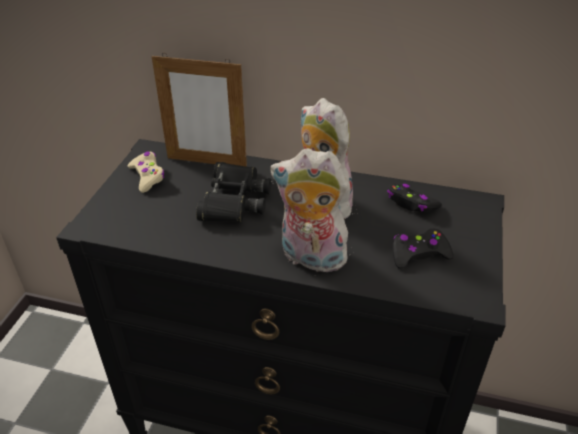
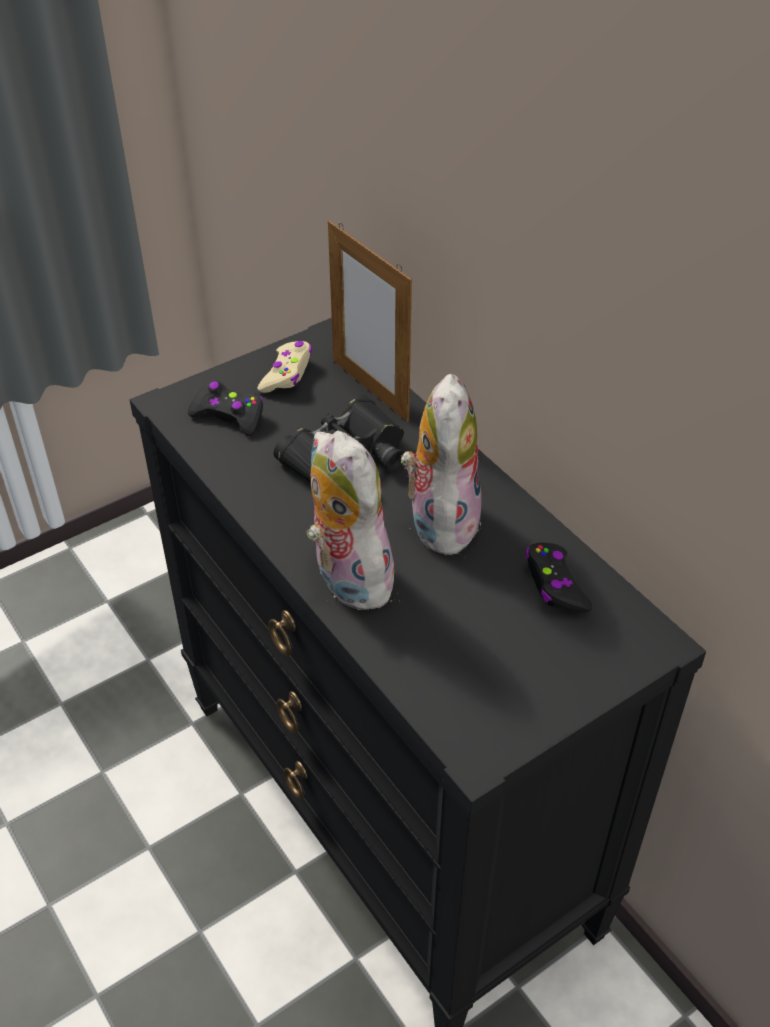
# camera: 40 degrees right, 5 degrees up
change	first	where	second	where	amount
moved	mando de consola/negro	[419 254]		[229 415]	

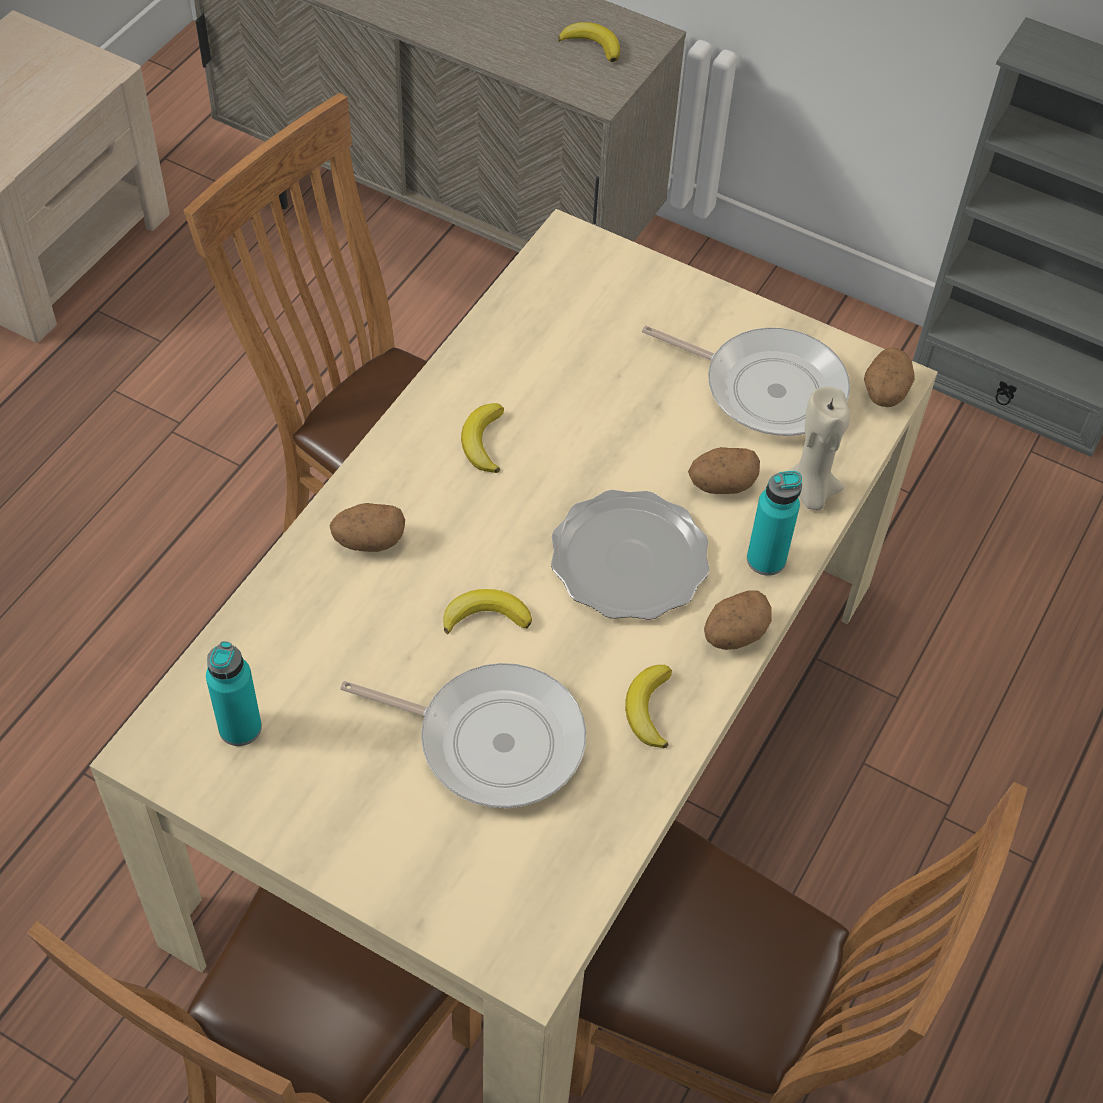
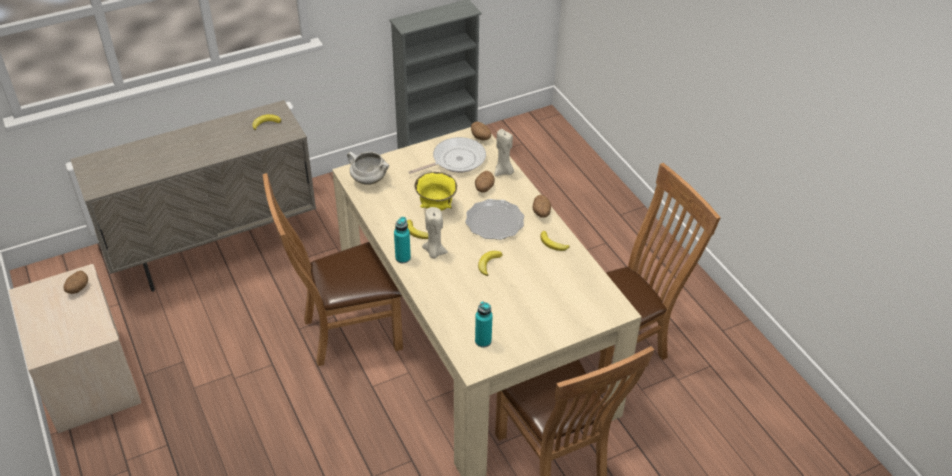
# camera: 55 degrees left, 10 degrees down
change	first	where	second	where	amount
moved	botella/turquesa	[766 559]		[403 258]	
moved	patata	[368 541]		[77 288]	
removed	sartén	[492 739]			
added			olla/blanco	[368 180]	
added			cuenco/amarillo	[436 207]	
added			vela/beis	[434 252]	

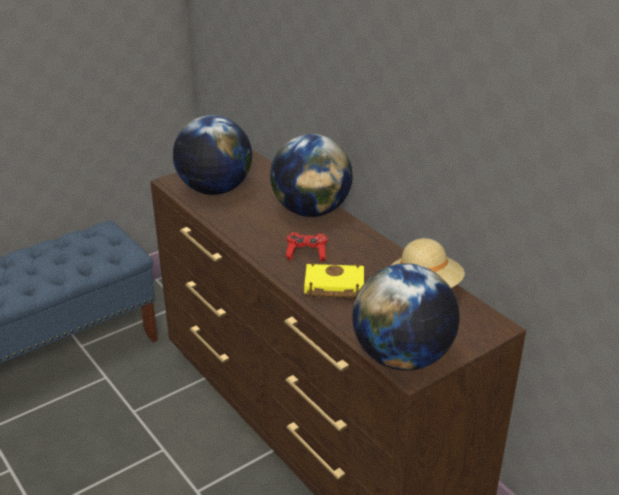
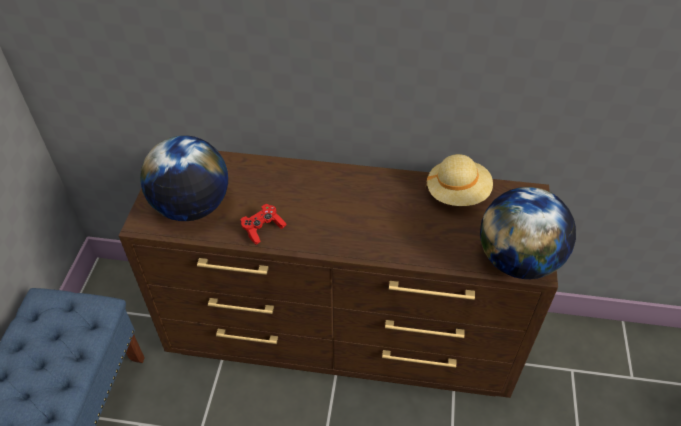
# camera: 45 degrees left, 15 degrees up
change	first	where	second	where	amount
removed	globo terráqueo	[311 210]			
moved	mando de consola/rojo	[306 253]		[262 228]	
removed	libro/amarillo	[332 286]			

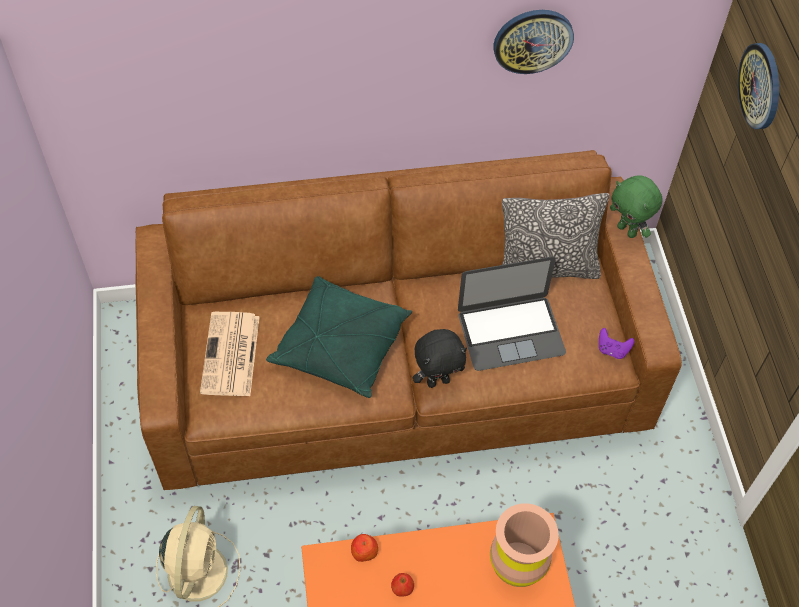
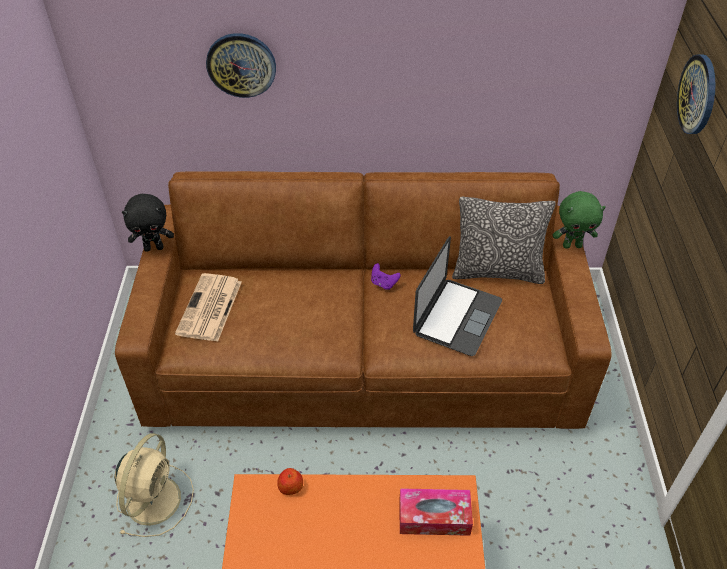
# camera: 10 degrees right, 10 degrees down
change	first	where	second	where	amount
moved	reloj de pared	[533 40]		[241 65]	
turned	peluche/verde	[627 230]		[572 245]	60 degrees counterclockwise
turned	portátil	[510 332]		[457 316]	60 degrees counterclockwise
removed	cojín/verde	[341 346]			
moved	mando de consola/morado	[612 350]		[383 283]	
moved	peluche/negro	[438 381]		[154 248]	
replaced	florero/marrón	[518 564]	caja de pañuelos	[434 517]	
removed	manzana	[402 589]			

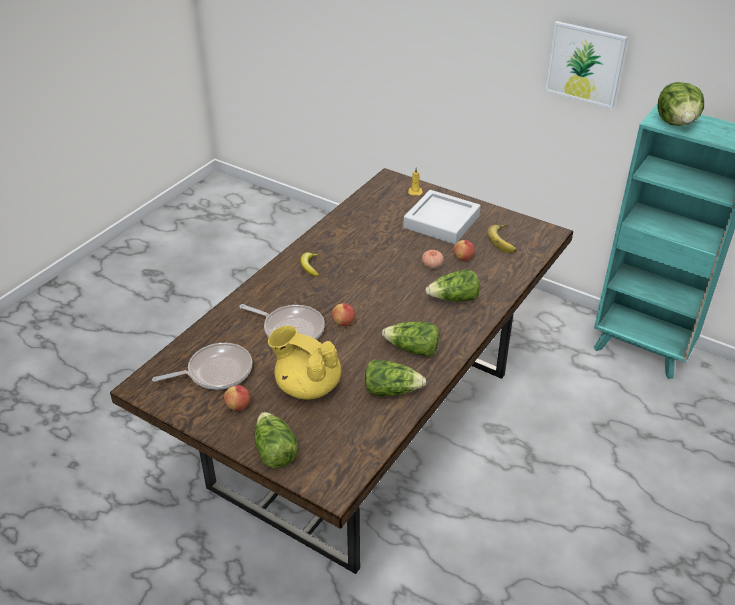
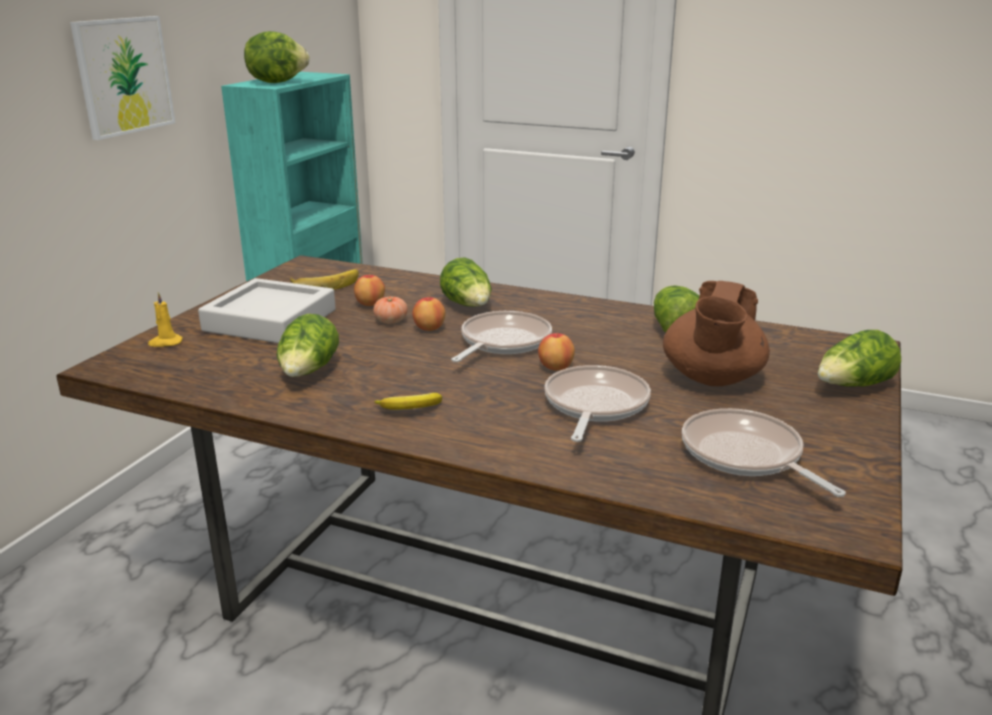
# camera: 100 degrees left, 15 degrees down
change	first	where	second	where	amount
moved	lechuga	[413 349]		[308 372]	
recoloured	tetera/amarillo	[307 386]	tetera/marrón	[711 379]	
moved	manzana	[238 406]		[429 328]	
added			sartén	[502 342]	

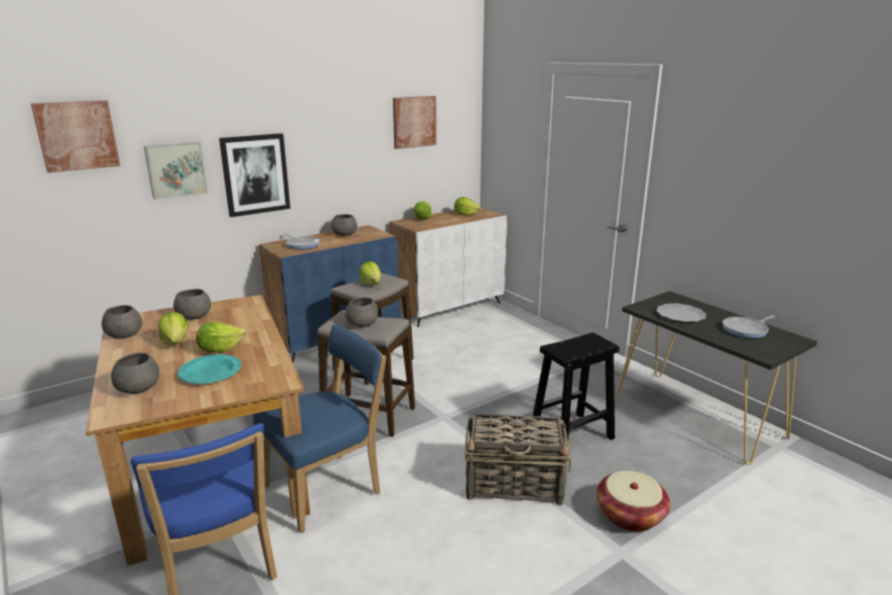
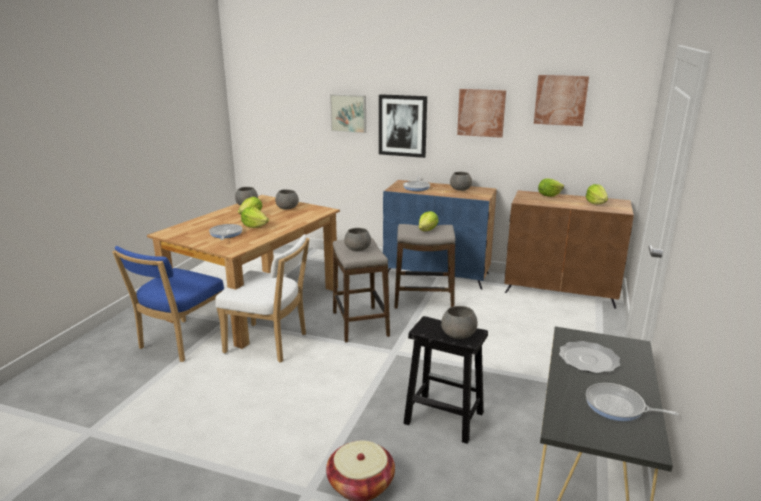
# camera: 55 degrees right, 0 degrees up
change	first	where	second	where	amount
moved	cuadro	[77 135]		[481 113]	
recoloured	armario/blanco	[449 307]	armario/marrón	[560 291]	
recoloured	silla/azul	[328 488]	silla/blanco	[269 344]	
moved	cuenco/gris	[139 387]		[459 334]	
replaced	plato/turquesa	[210 373]	sartén	[225 234]	
removed	cesta	[515 483]			

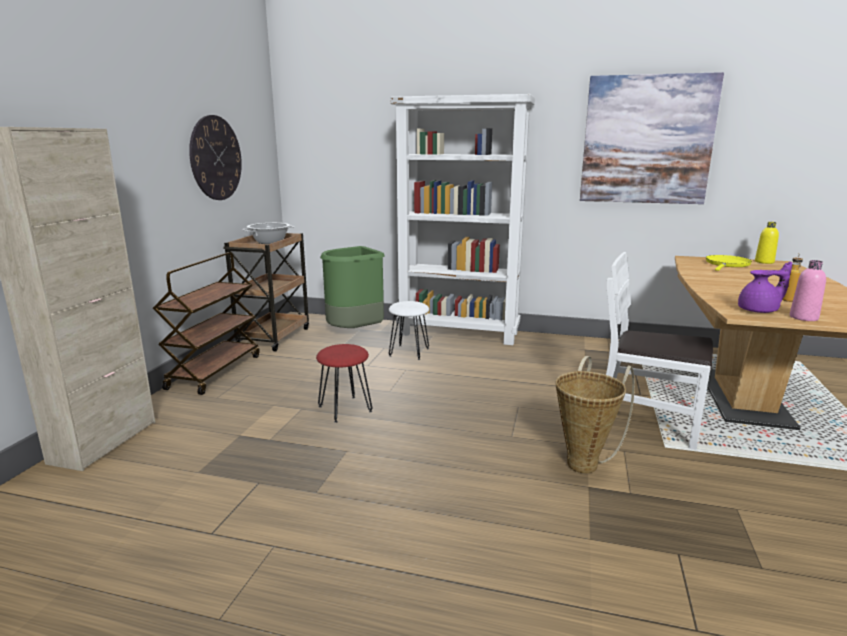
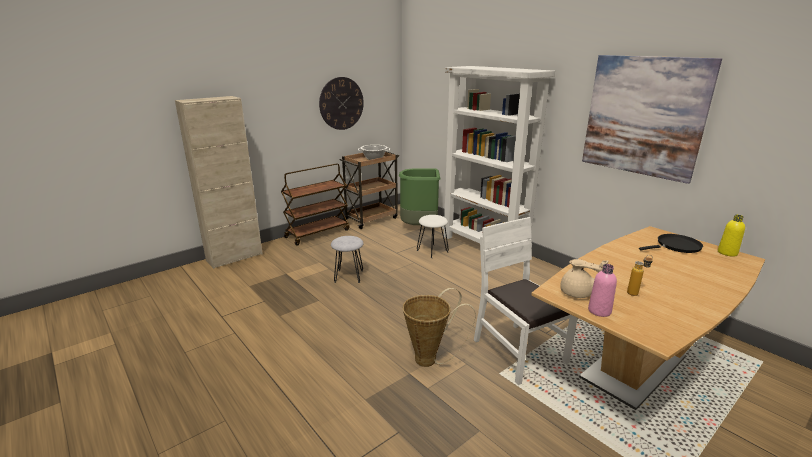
# camera: 35 degrees right, 5 degrees up
change	first	where	second	where	amount
recoloured	sartén/amarillo	[727 264]	sartén/negro	[676 246]	
recoloured	tetera/morado	[759 311]	tetera/beis	[577 294]	
recoloured	taburete/rojo	[345 409]	taburete/gris	[349 276]	

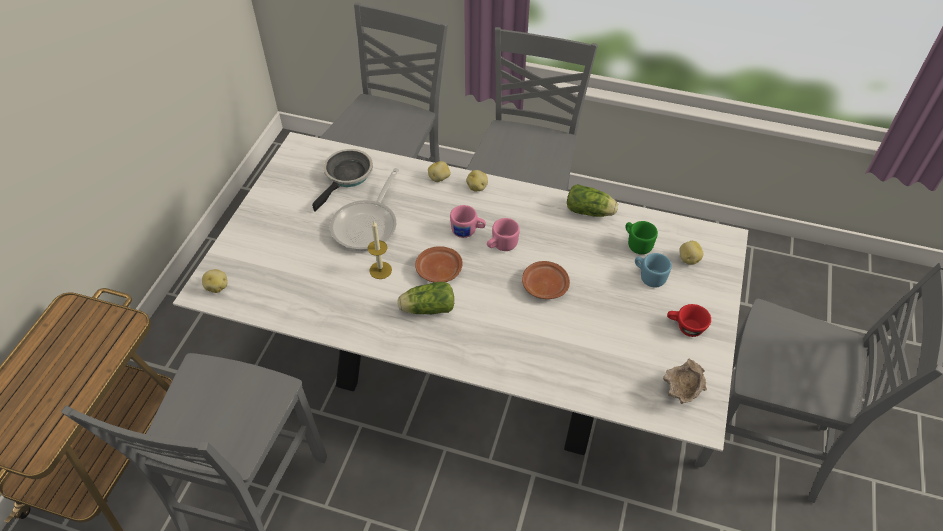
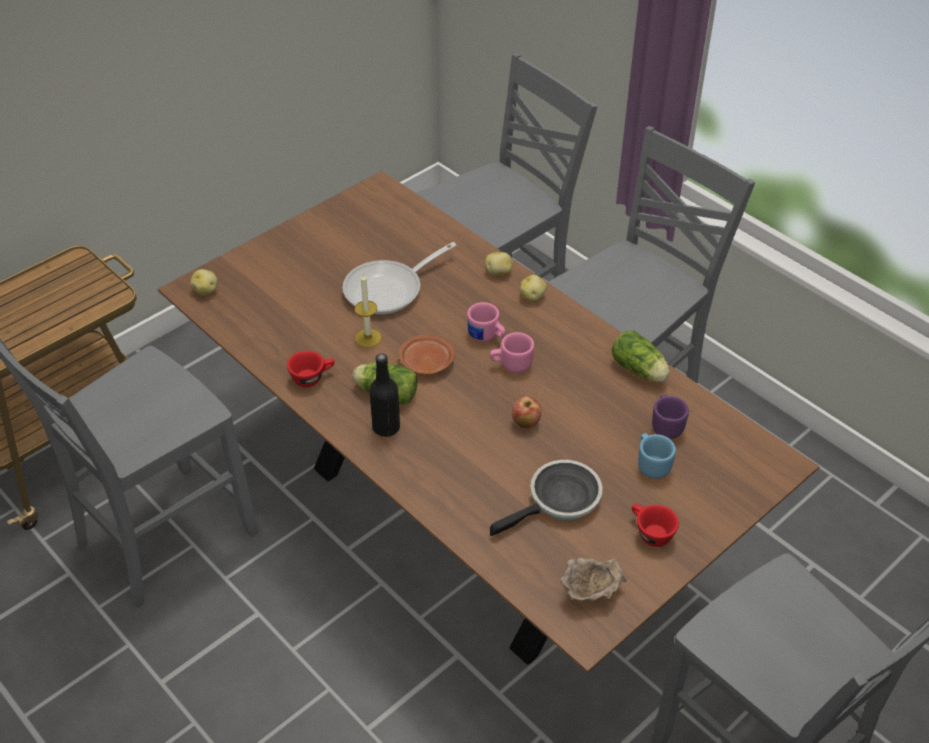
# camera: 30 degrees right, 5 degrees down
change	first	where	second	where	amount
recoloured	mesa de comedor/blanco	[471 372]	mesa de comedor/marrón	[464 519]	
moved	sartén	[347 177]		[559 501]	
recoloured	taza grande/verde	[637 244]	taza grande/morado	[666 425]	
removed	patata	[688 259]			
replaced	plato/marrón	[544 285]	manzana	[525 423]	
added			taza/rojo	[312 377]	
added			botella/negro	[386 427]	

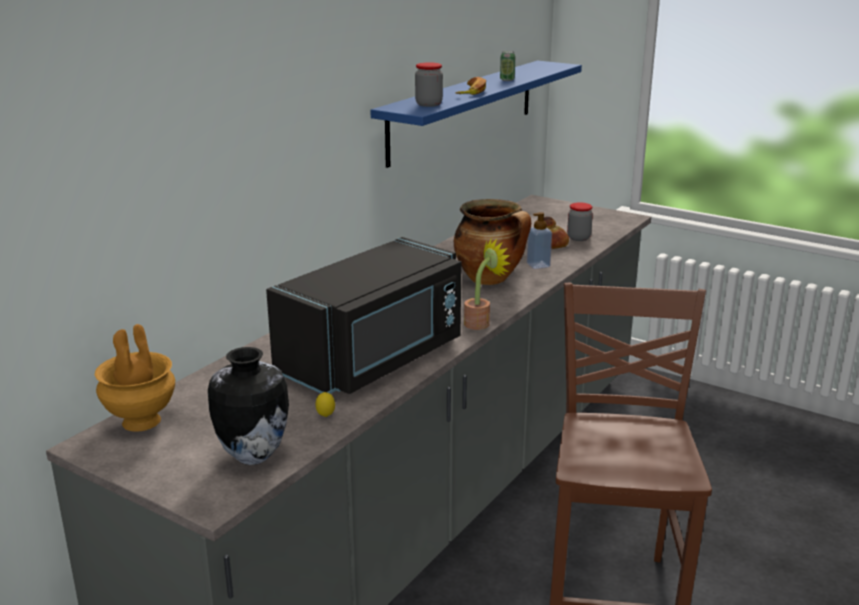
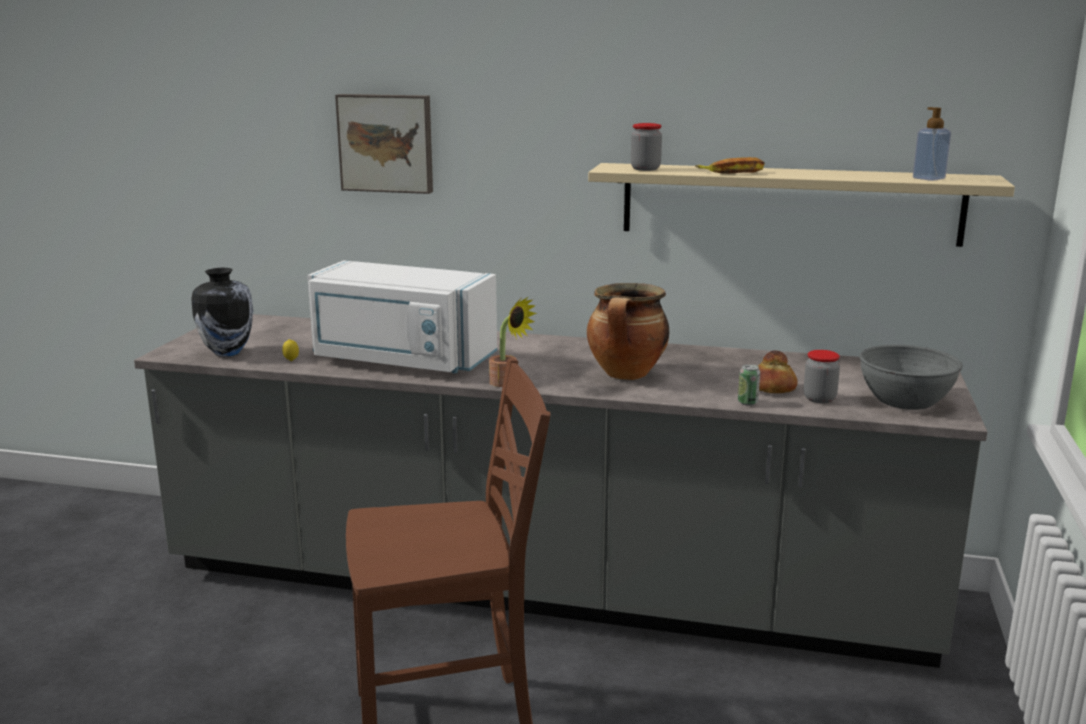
# camera: 70 degrees right, 5 degrees down
change	first	where	second	where	amount
moved	lata	[507 80]		[747 402]	
recoloured	estante/azul	[464 110]	estante/beis	[789 203]	
moved	dispensador de jabón	[538 265]		[928 178]	
recoloured	microondas/negro	[375 359]	microondas/blanco	[401 360]	
removed	florero/marrón	[140 422]			
added			cuadro	[386 143]	
added			cuenco/gris	[905 400]	

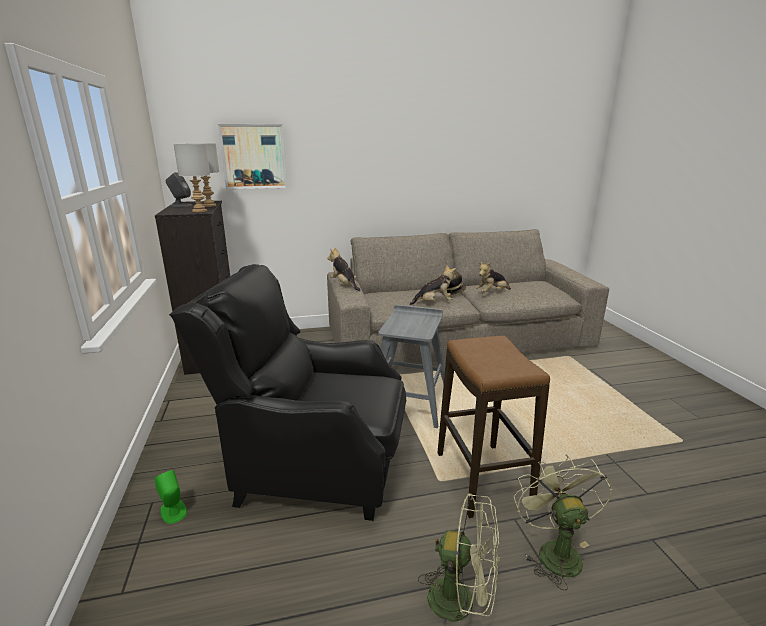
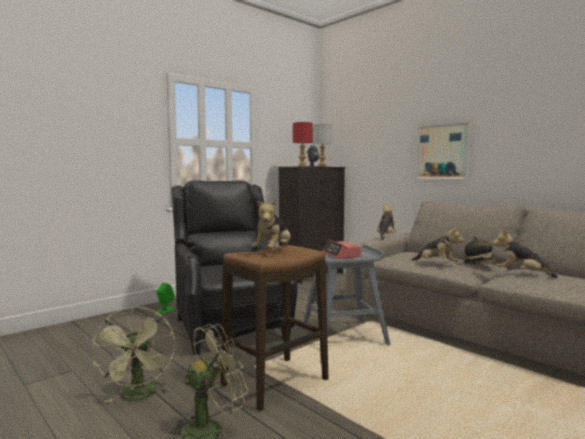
# camera: 60 degrees right, 15 degrees down
change	first	where	second	where	amount
moved	cuadro	[254 156]		[443 152]	
recoloured	lámpara de mesa/gris	[199 211]	lámpara de mesa/rojo	[302 166]	
added			peluche	[273 251]	
added			despertador	[341 255]	

